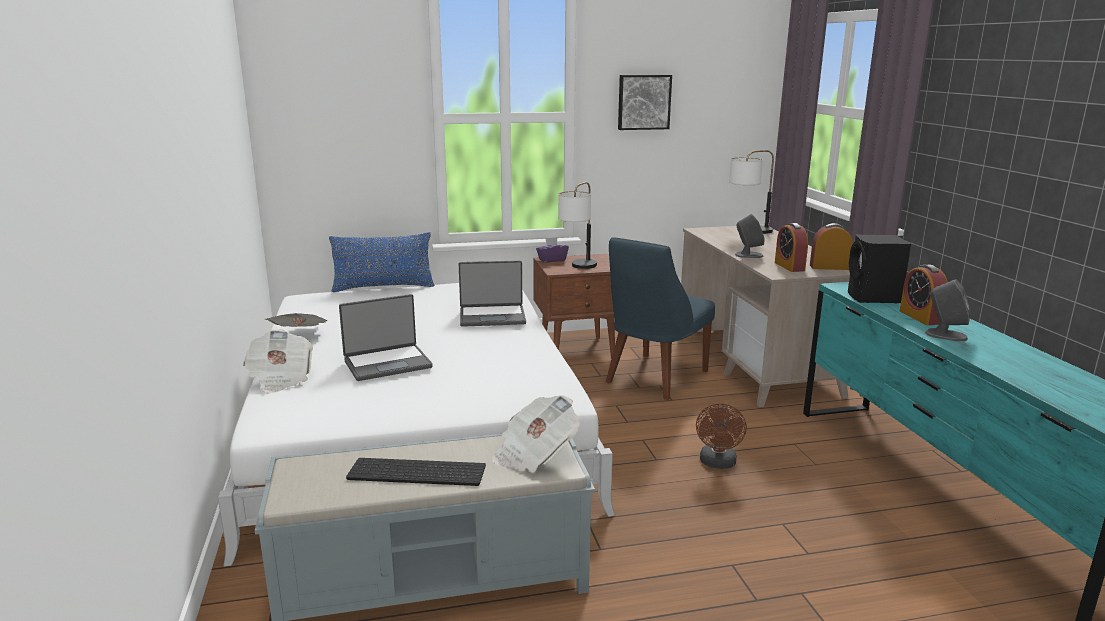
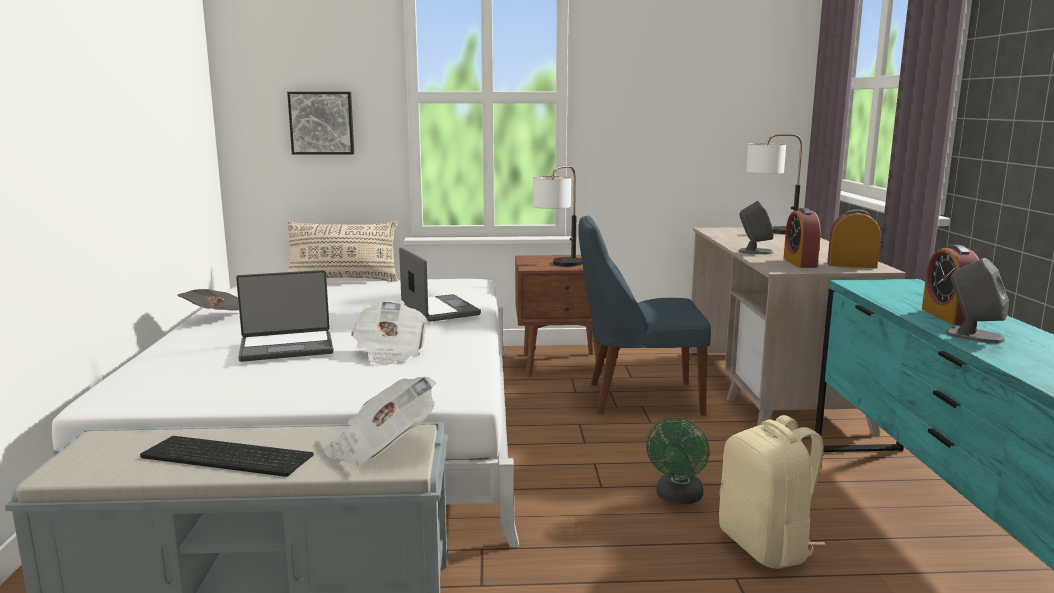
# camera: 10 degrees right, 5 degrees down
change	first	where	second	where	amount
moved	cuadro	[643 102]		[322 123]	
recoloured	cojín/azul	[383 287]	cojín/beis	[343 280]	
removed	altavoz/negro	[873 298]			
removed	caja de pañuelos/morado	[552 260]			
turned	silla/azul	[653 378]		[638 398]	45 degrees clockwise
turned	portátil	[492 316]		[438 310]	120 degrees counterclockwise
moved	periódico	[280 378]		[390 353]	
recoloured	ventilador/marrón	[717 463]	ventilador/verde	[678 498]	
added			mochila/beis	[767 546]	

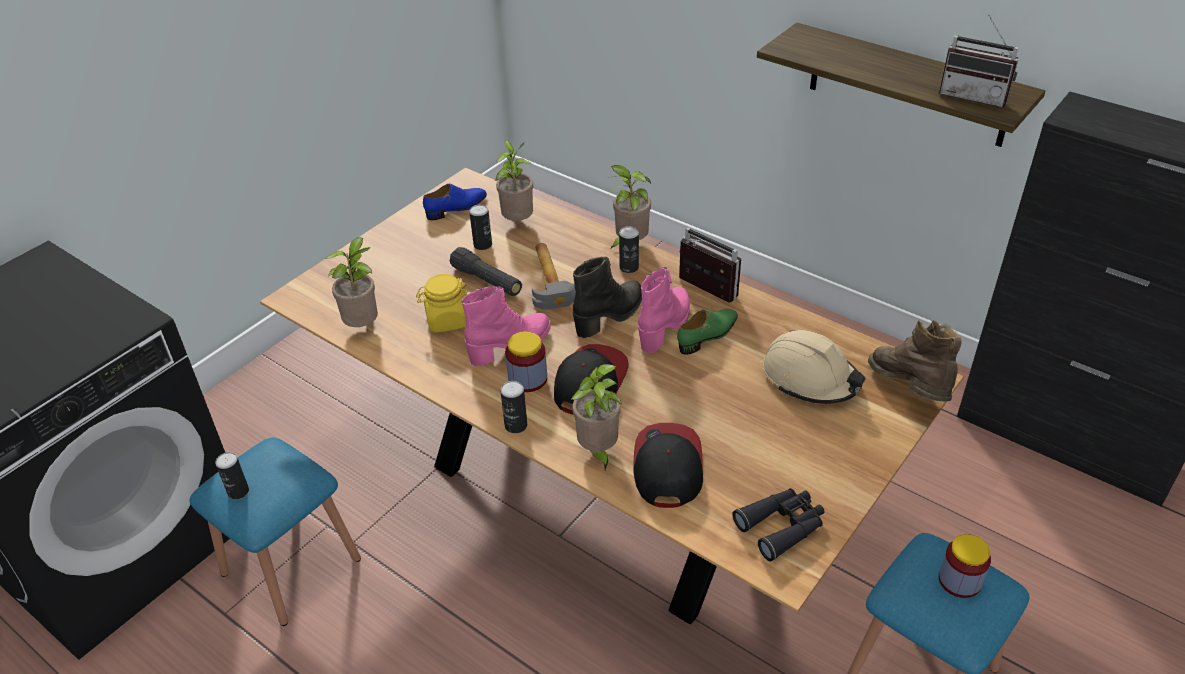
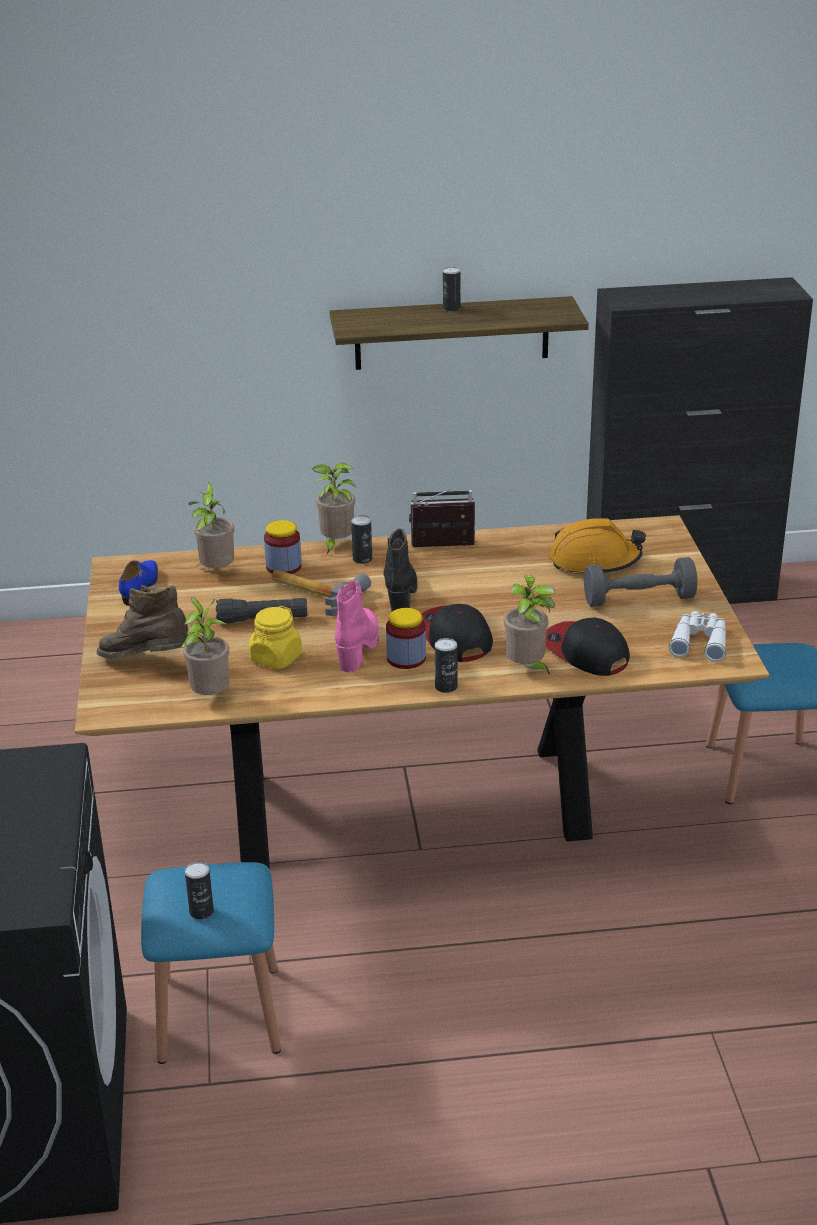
# camera: 45 degrees left, 10 degrees down
change	first	where	second	where	amount
removed	radio	[975 96]			
moved	lata	[483 245]		[451 308]	
removed	bota/rosa	[665 326]			
removed	zapato/verde	[708 335]			
moved	bota/marrón	[909 392]		[148 663]	
recoloured	casco/beis	[810 378]	casco/naranja	[594 561]	
recoloured	prismáticos/negro	[782 526]	prismáticos/blanco	[699 642]	
moved	tarro	[959 580]		[283 566]	
added			mancuerna/gris	[638 599]	

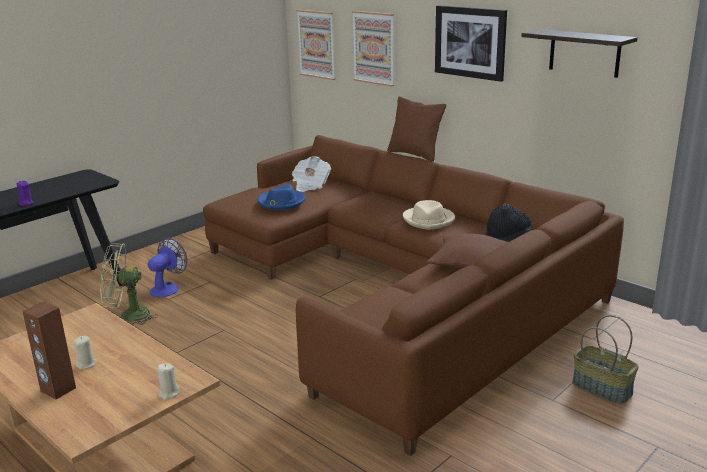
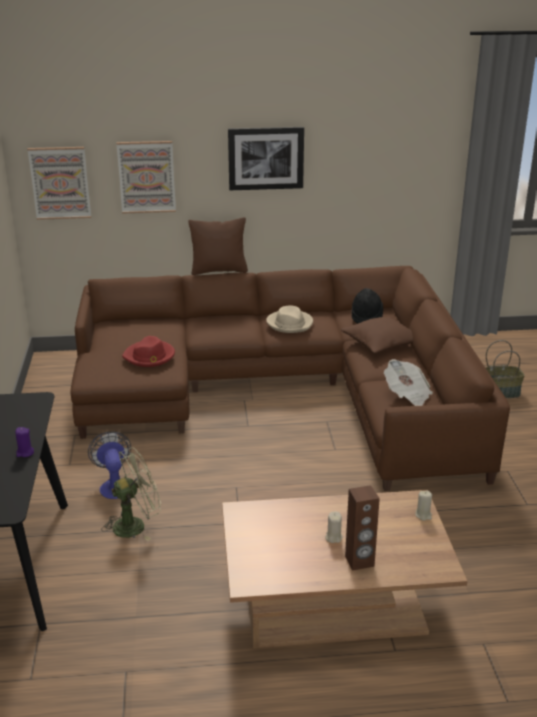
# camera: 50 degrees left, 5 degrees up
change	first	where	second	where	amount
removed	estante	[584 53]			
moved	periódico	[310 185]		[407 394]	
recoloured	sombrero/azul	[281 202]	sombrero/rojo	[149 356]	
turned	ventilador/verde	[128 316]		[135 524]	150 degrees counterclockwise

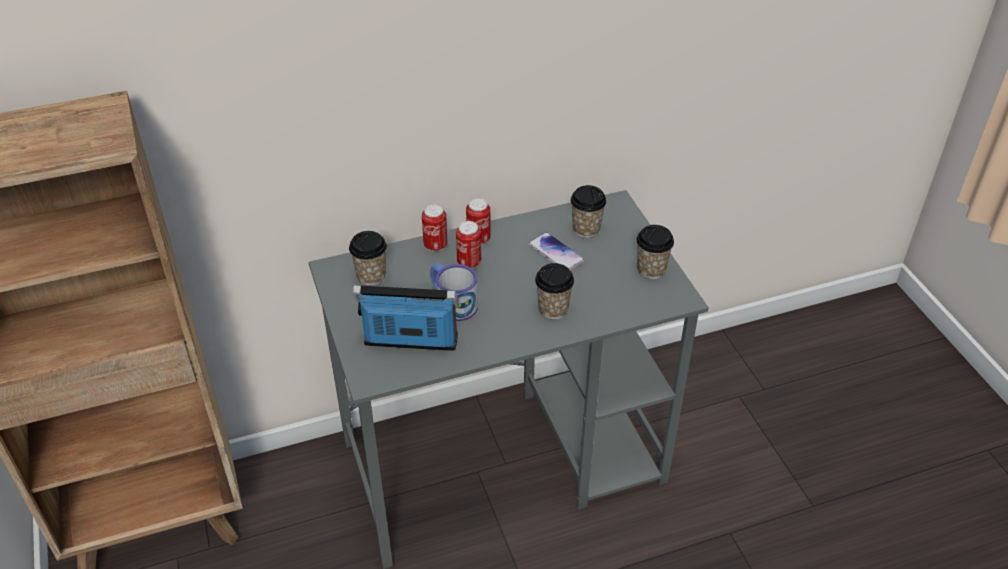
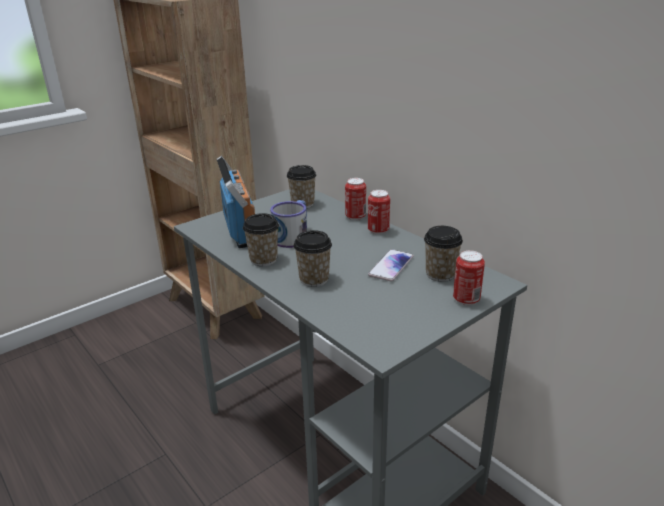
# camera: 70 degrees right, 15 degrees down
change	first	where	second	where	amount
moved	lata	[469 262]		[466 300]	
moved	taza	[651 269]		[263 259]	

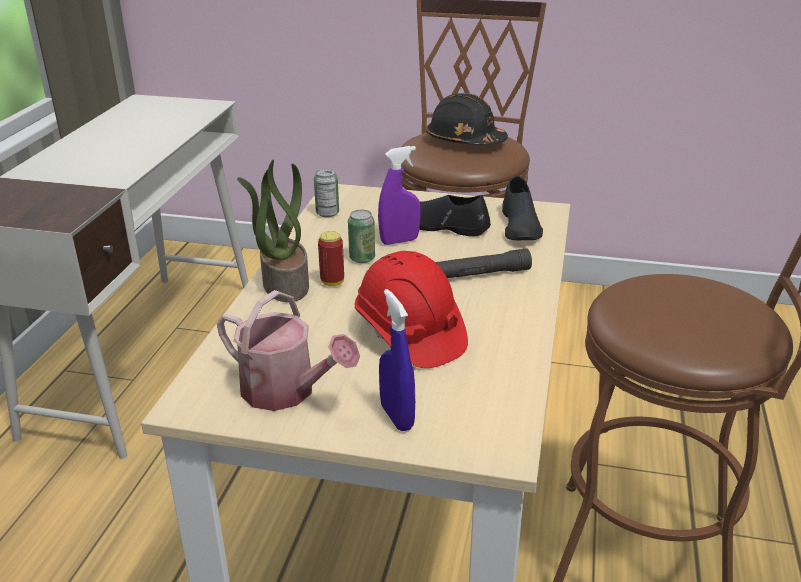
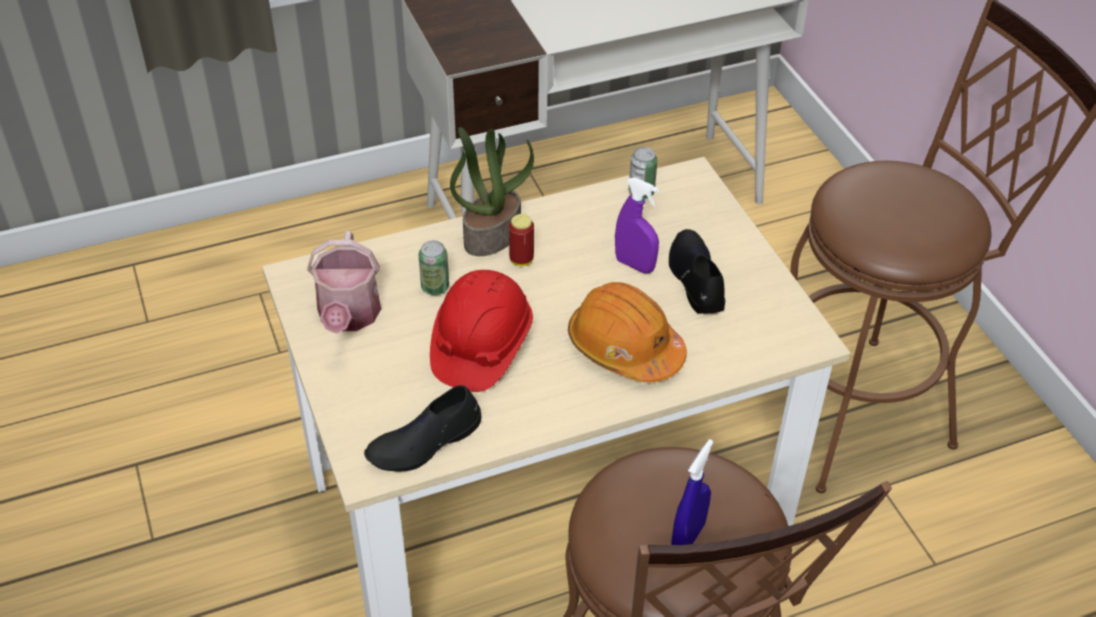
# camera: 55 degrees right, 15 degrees up
change	first	where	second	where	amount
removed	casco/negro	[465 141]			
moved	zapato/negro	[520 226]		[424 442]	
moved	lata	[362 258]		[435 287]	
replaced	linterna/negro	[482 274]	casco/naranja	[624 347]	
moved	pulverizador/azul	[397 417]		[688 537]	

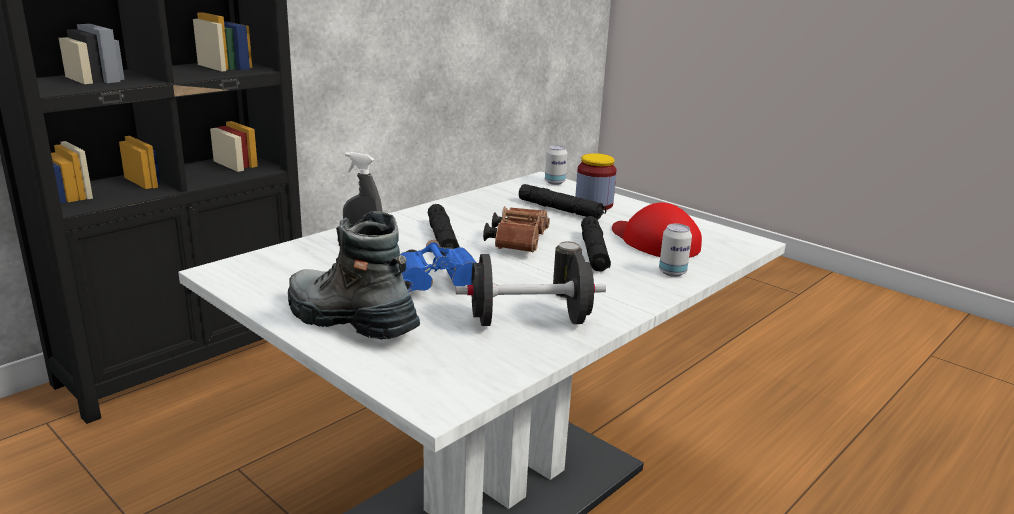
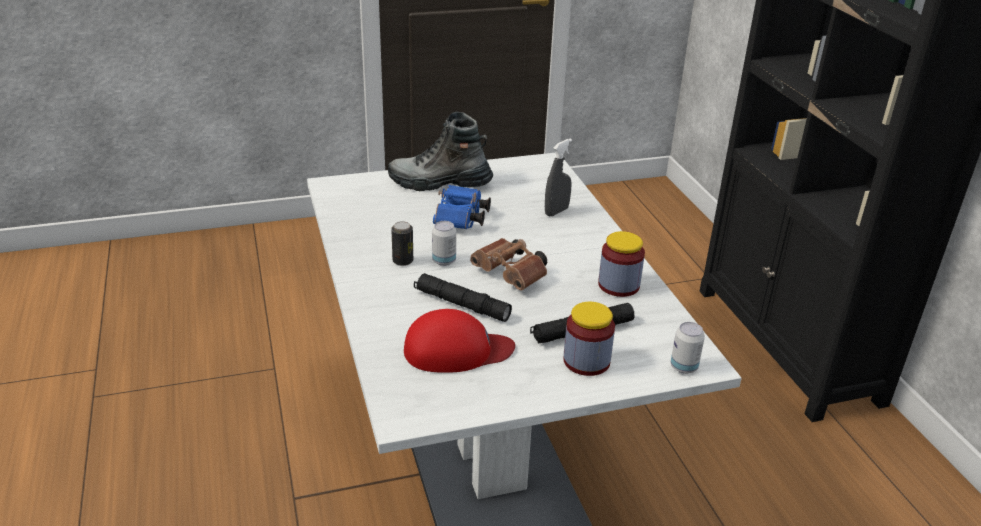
# camera: 120 degrees right, 10 degrees up
change	first	where	second	where	amount
removed	linterna/negro	[442 238]			
turned	bota	[349 320]		[439 183]	150 degrees counterclockwise
moved	lata	[672 272]		[444 261]	
removed	mancuerna/negro	[529 321]			
added			tarro	[618 285]	

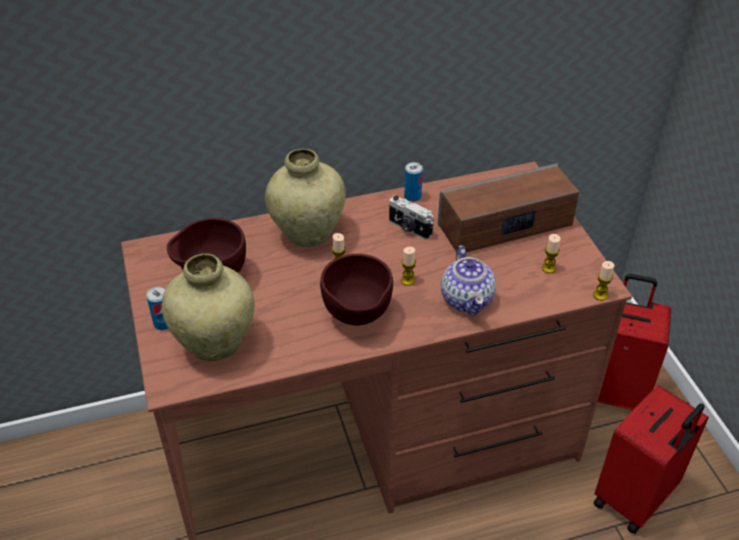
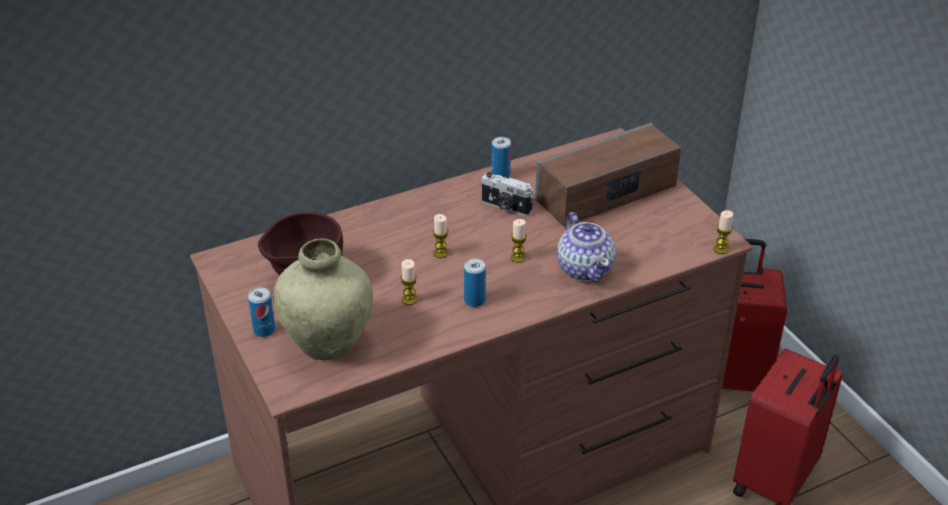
# camera: 10 degrees left, 5 degrees down
change	first	where	second	where	amount
removed	florero/beis	[308 234]			
moved	vela	[548 268]		[409 300]	
replaced	cuenco/marrón	[357 318]	lata	[474 300]	

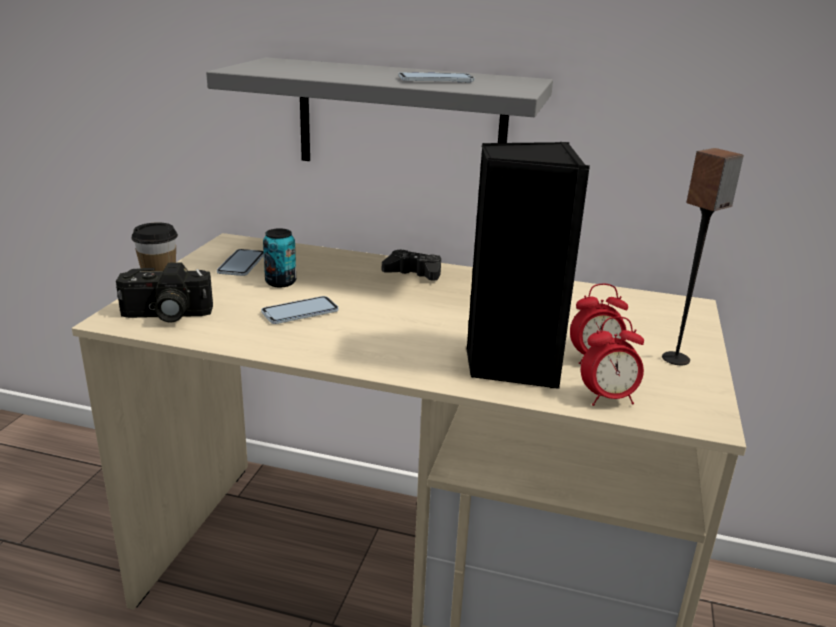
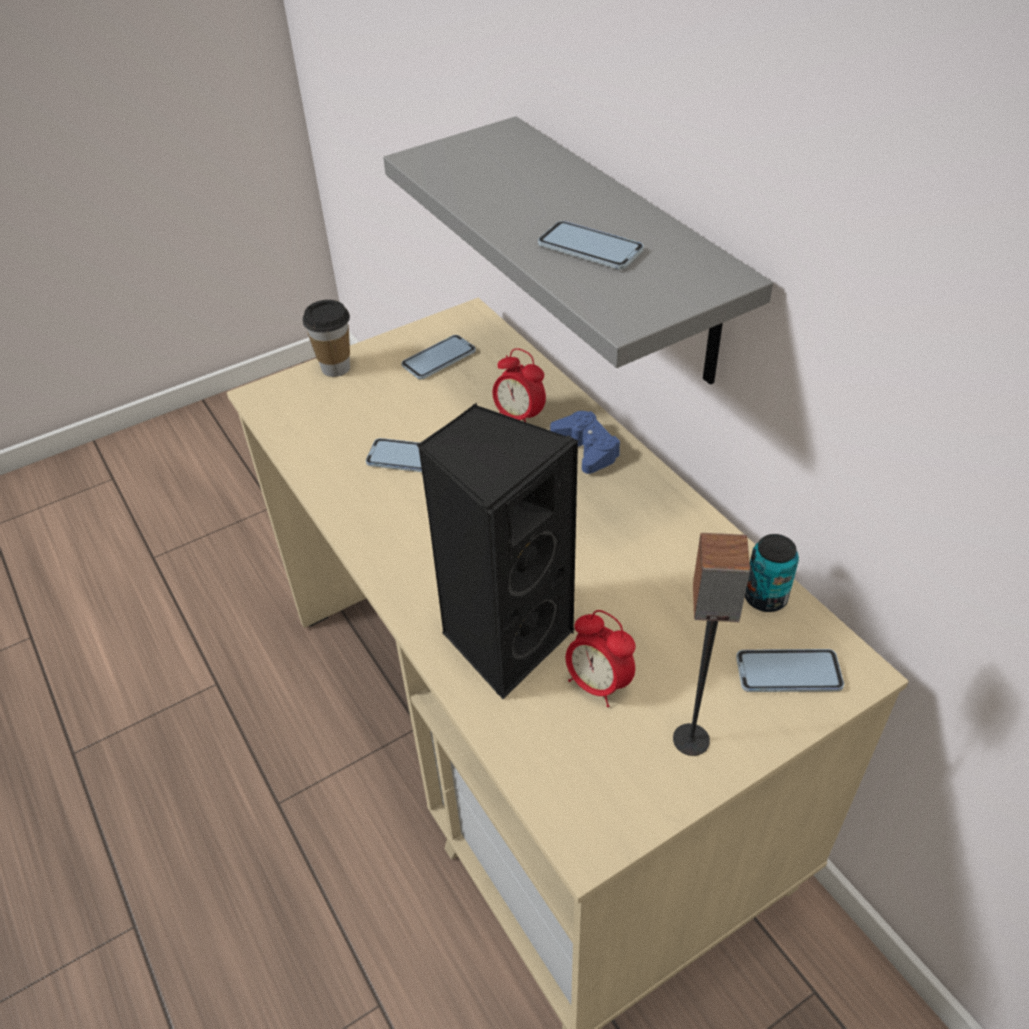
# camera: 45 degrees right, 20 degrees up
change	first	where	second	where	amount
moved	lata	[280 282]		[765 597]	
recoloured	mando de consola/negro	[414 273]	mando de consola/azul	[586 448]	
removed	cámara	[165 315]			
moved	despertador	[608 398]		[519 417]	
added			móvil	[788 672]	

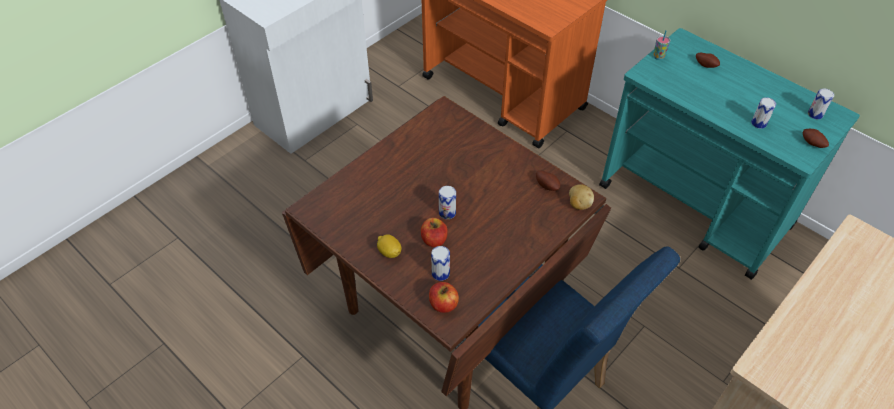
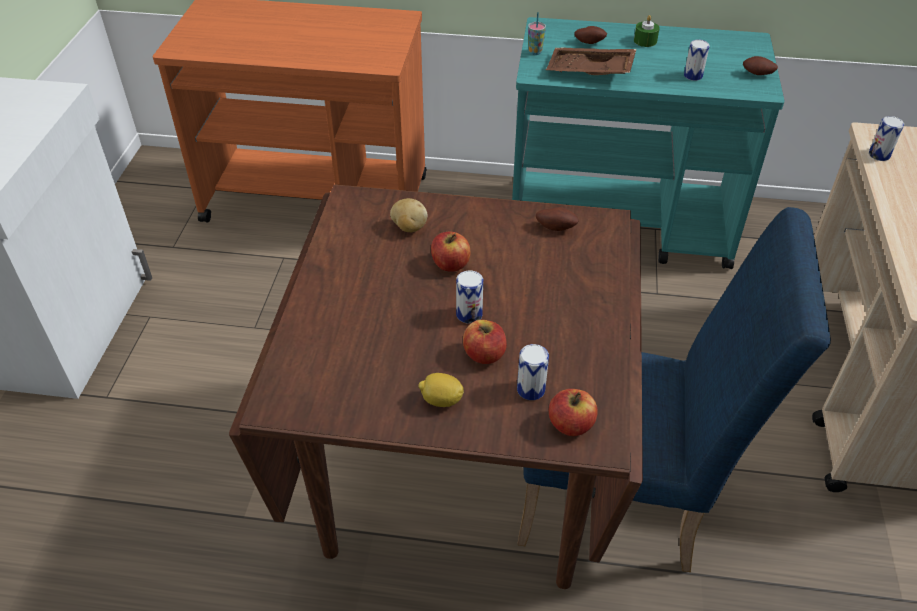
# camera: 35 degrees left, 5 degrees down
change	first	where	second	where	amount
moved	lata	[815 114]		[879 155]	
moved	patata	[579 204]		[409 227]	
added			vela/verde	[645 41]	
added			bandeja/marrón	[589 72]	
added			manzana	[450 264]	

